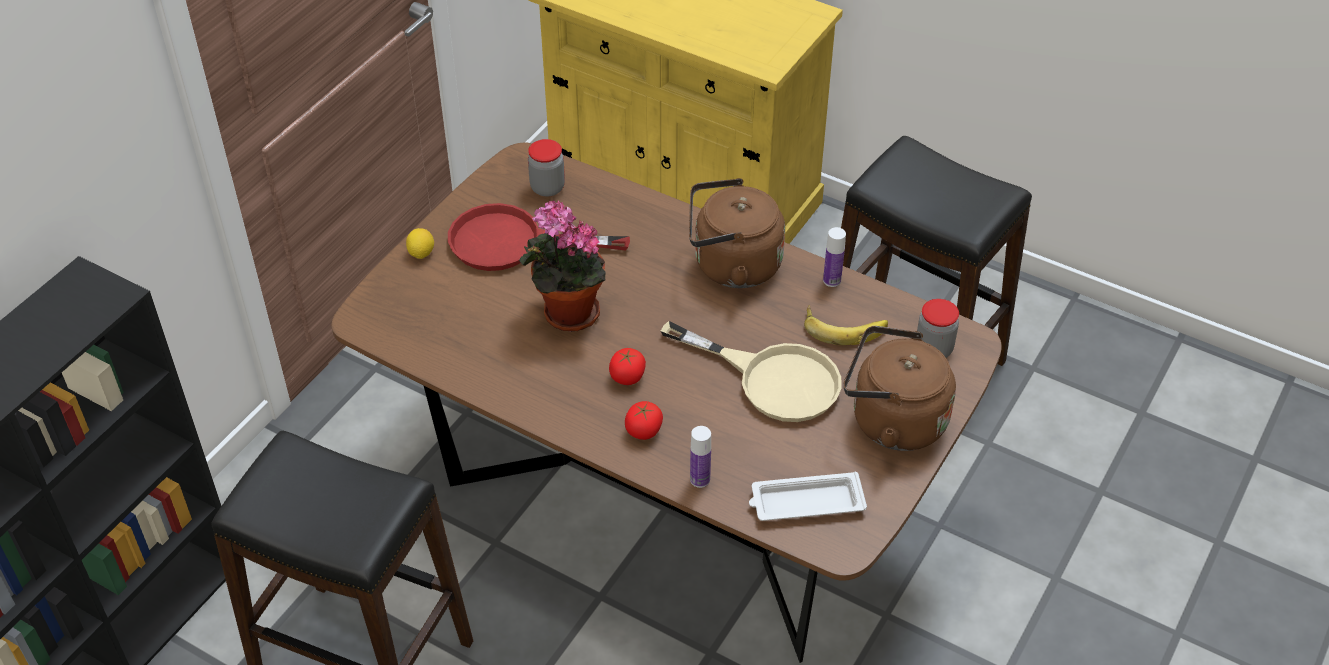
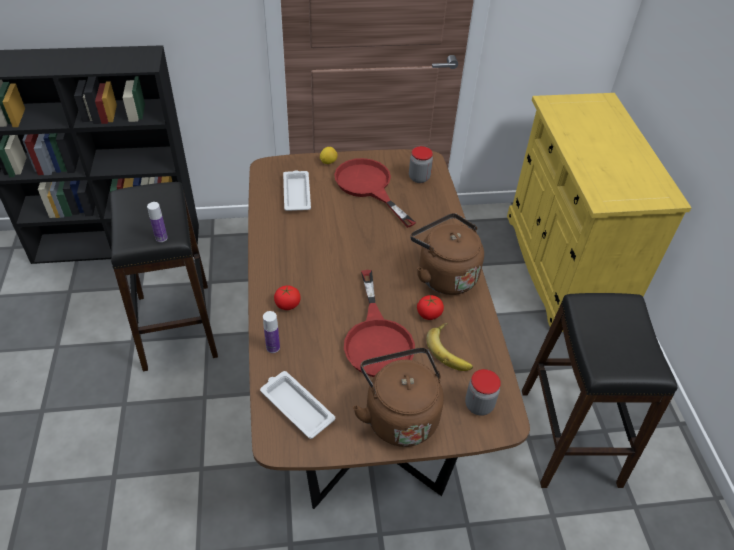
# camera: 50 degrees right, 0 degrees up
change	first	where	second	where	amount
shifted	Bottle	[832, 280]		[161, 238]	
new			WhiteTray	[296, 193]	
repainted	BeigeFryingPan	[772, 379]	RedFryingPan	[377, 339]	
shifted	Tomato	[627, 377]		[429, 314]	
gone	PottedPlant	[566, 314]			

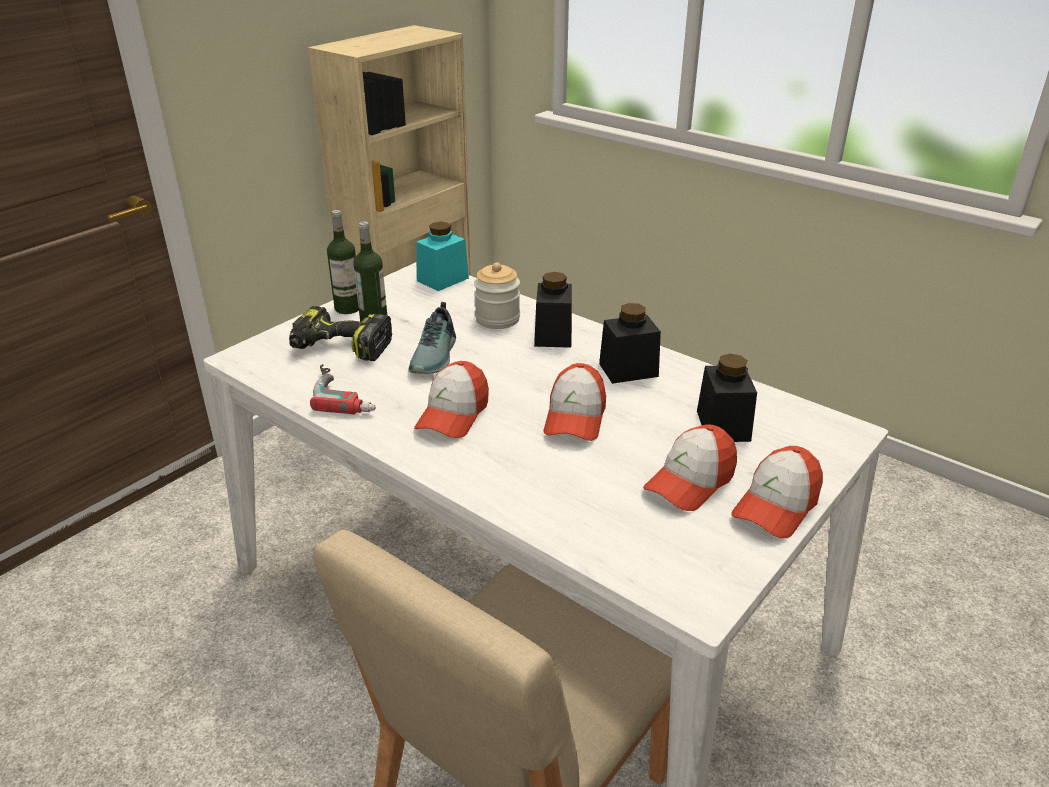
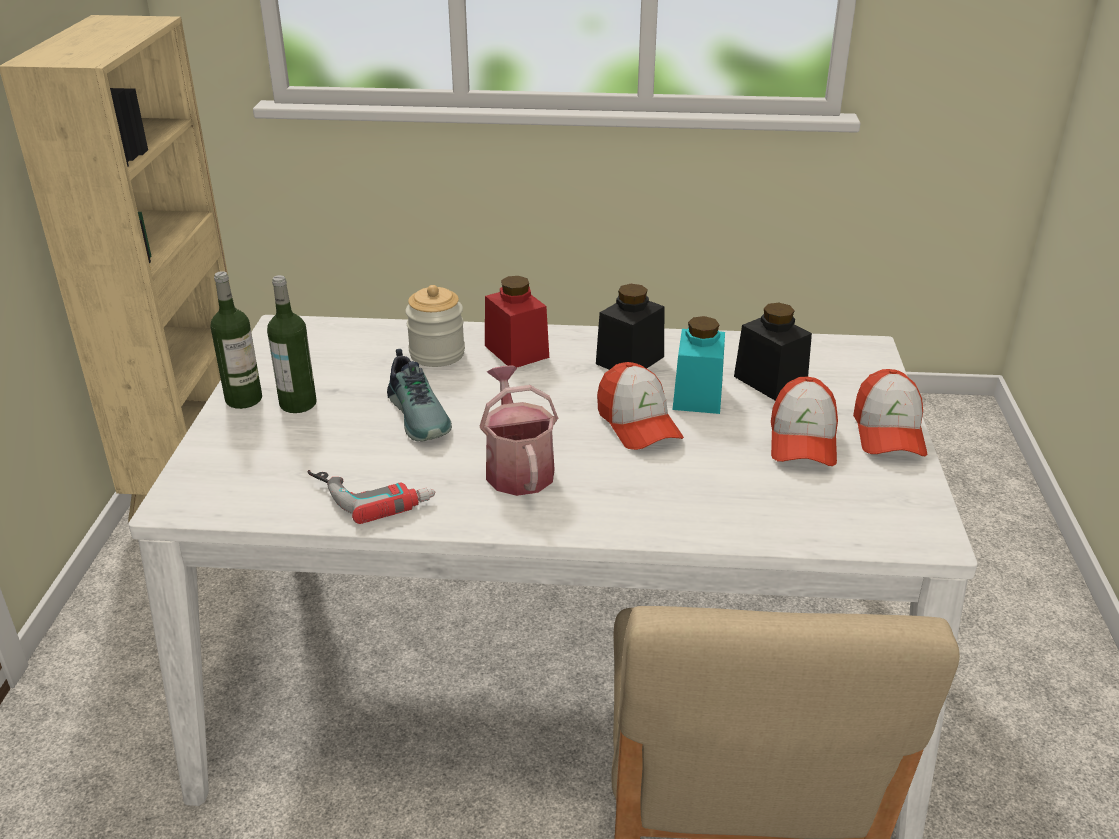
# camera: 35 degrees left, 0 degrees up
change	first	where	second	where	amount
swapped	Cap	[453, 414]	WateringCan	[517, 467]	
repainted	BlackJar	[553, 335]	RedJar	[516, 351]	
shifted	TurquoiseJar	[443, 279]		[697, 396]	
gone	PowerDrill	[339, 348]			

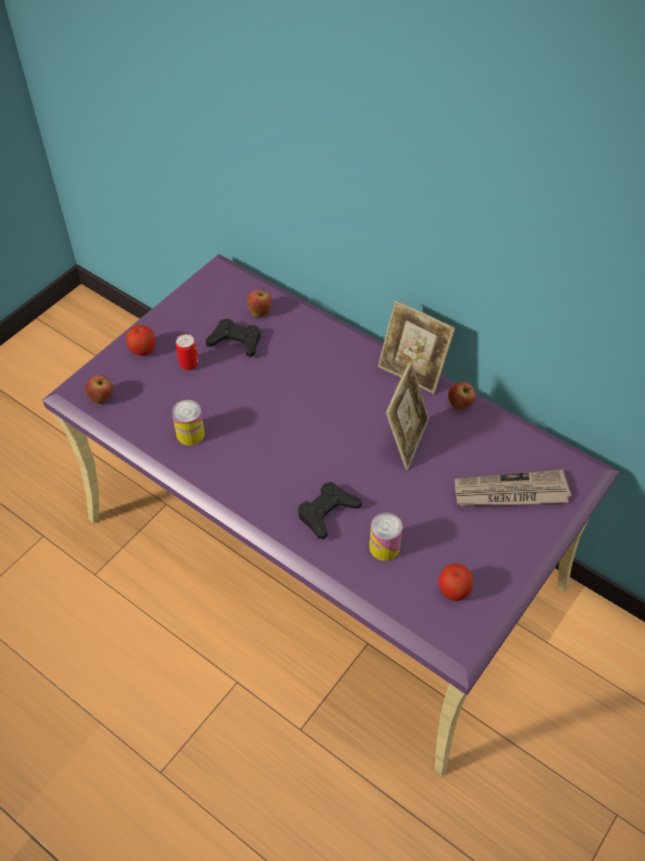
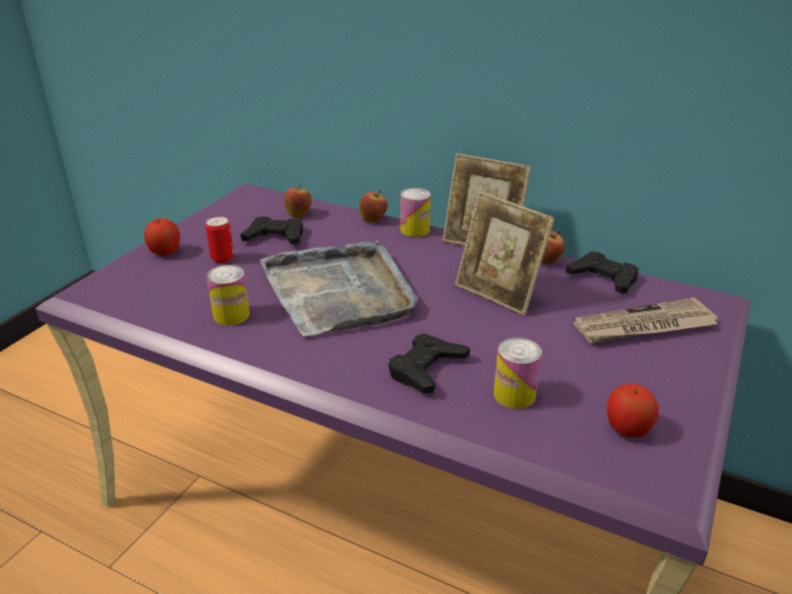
# camera: 10 degrees left, 20 degrees down
change	first	where	second	where	amount
new			GreyTray	[340, 291]	
shifted	Apple	[102, 398]		[373, 220]	
new			Can	[415, 230]	
rotated	PictureFrame	[405, 439]		[498, 294]	120 degrees clockwise
new			BlackGameController	[603, 278]	

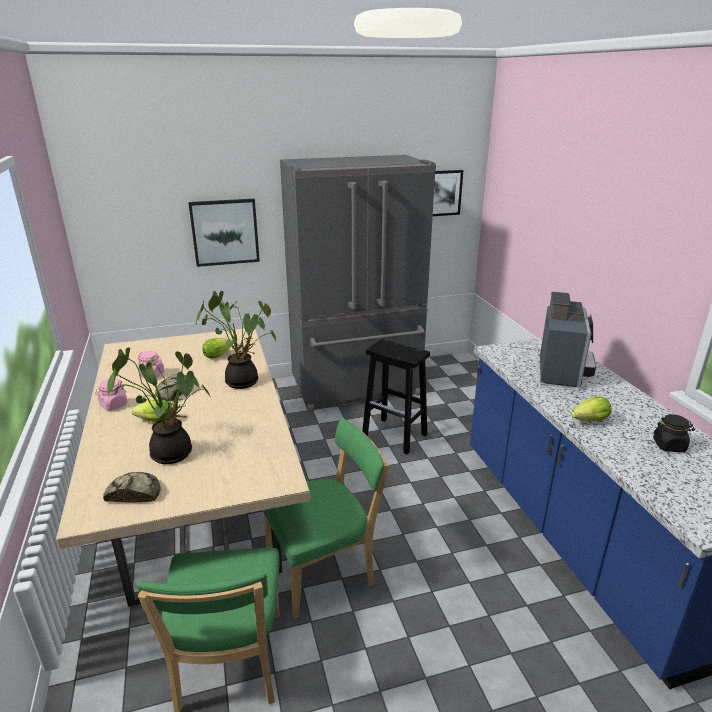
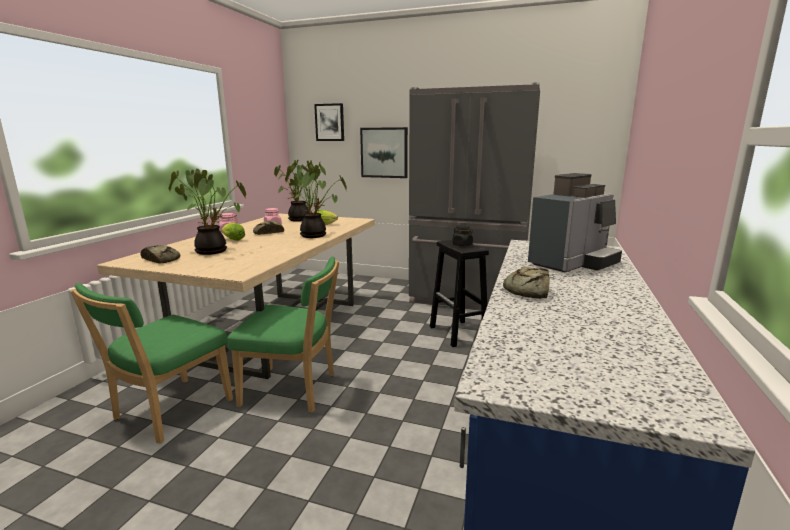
# camera: 35 degrees right, 10 degrees down
change	first	where	second	where	amount
new			PottedPlant	[300, 220]	
shifted	Picture	[443, 193]		[329, 122]	
shifted	BlackJar	[669, 445]		[462, 245]	
swapped	Lettuce	[588, 421]	Bread	[527, 291]	

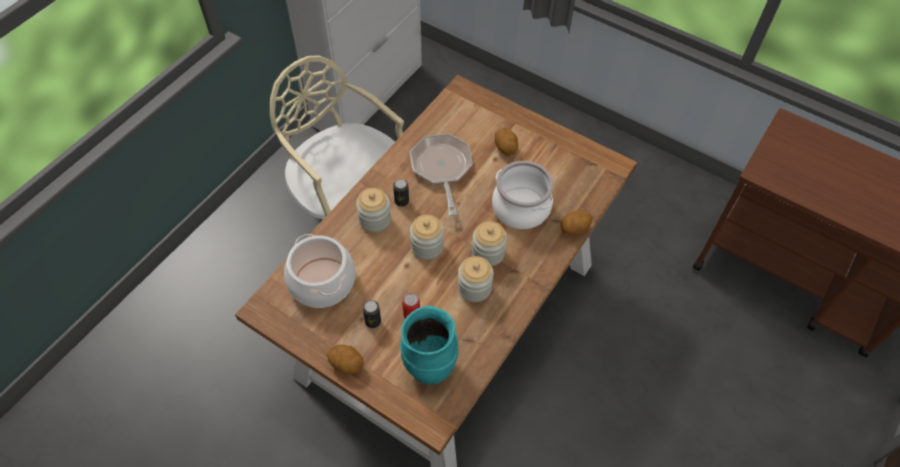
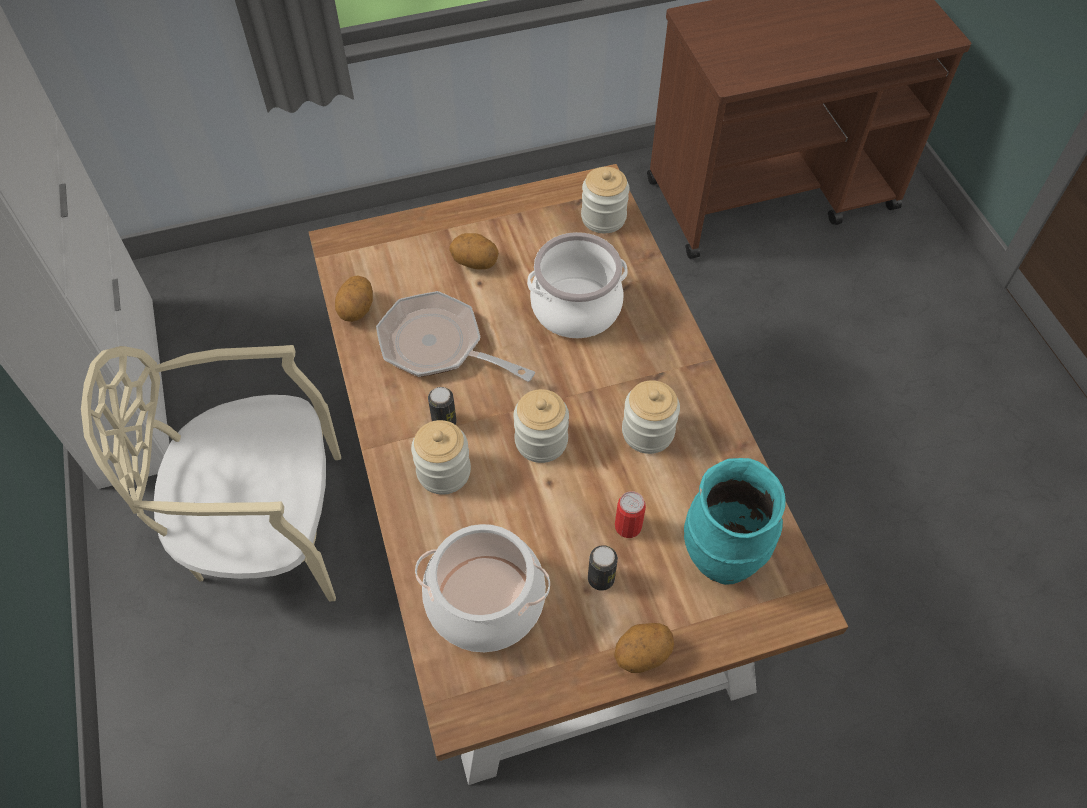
# camera: 50 degrees left, 0 degrees up
change	first	where	second	where	amount
shifted	Potato	[574, 229]		[357, 310]	
shifted	Jar	[488, 253]		[603, 217]	

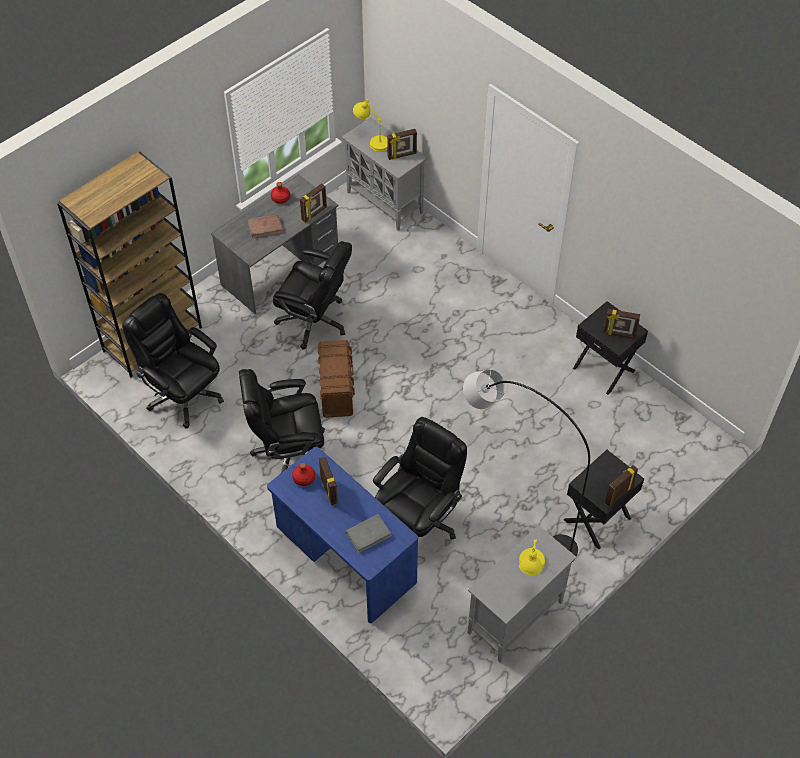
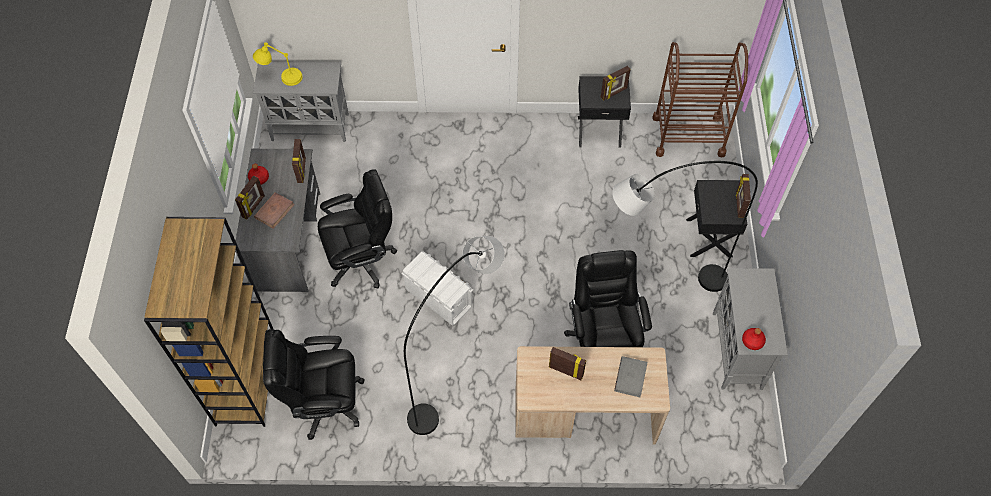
# camera: 45 degrees left, 5 degrees up
change	first	where	second	where	amount
shifted	PictureFrame	[402, 155]		[254, 207]	
repainted	BrownStorageBox	[336, 390]	WhiteStorageBox	[438, 298]	
swapped	BlackOfficeChair	[289, 452]	BlackFloorLamp	[457, 374]	
repainted	BlueDesk	[344, 556]	BeigeDesk	[585, 414]	
new			BrownCart	[688, 136]	
shifted	RedBottle	[304, 478]		[752, 341]	
gone	YellowTableLamp	[530, 572]			

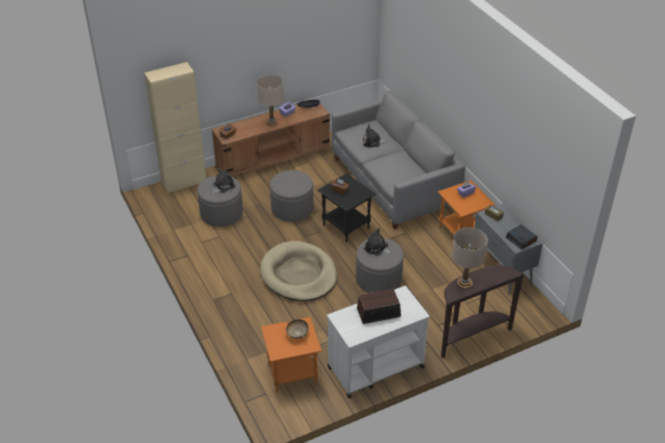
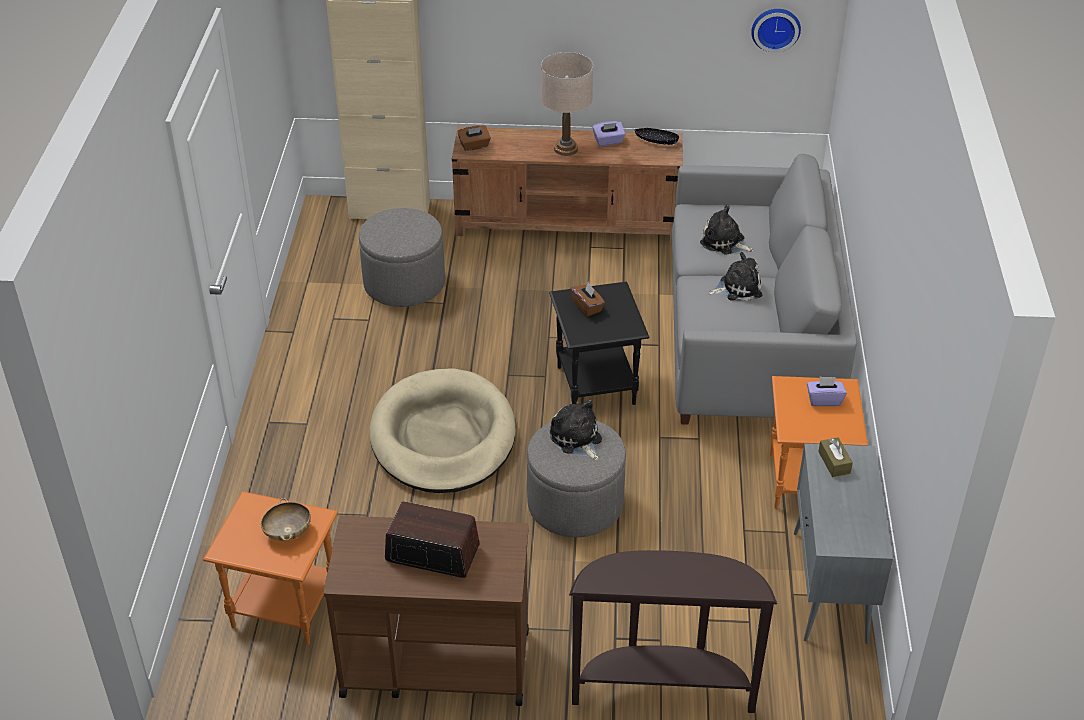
# camera: 30 degrees right, 0 degrees up
change	first	where	second	where	amount
repainted	WhiteCart	[375, 367]	BrownCart	[434, 663]	
shifted	PlushToy	[222, 186]		[737, 288]	
new			WallClock	[775, 28]	
gone	GreyOttoman	[292, 209]			
gone	BeigeTableLamp	[464, 283]			
gone	AlarmClock	[521, 239]			

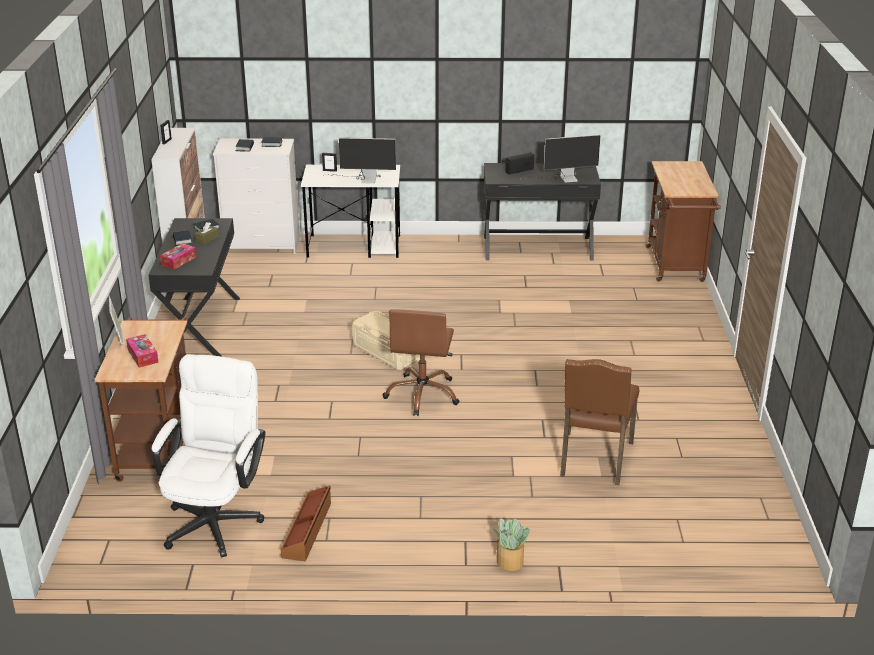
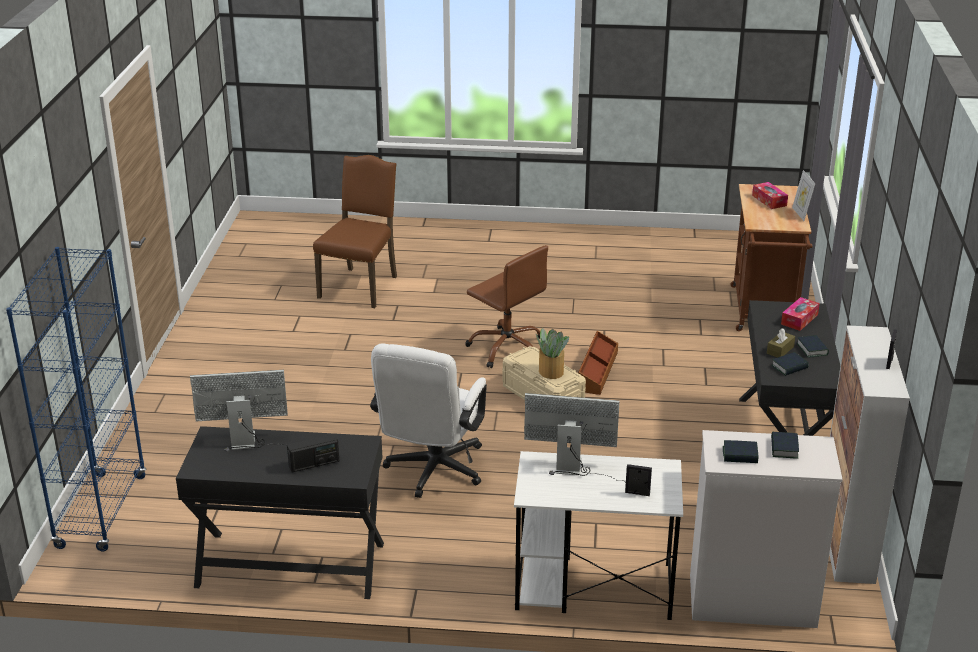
# camera: 175 degrees left, 0 degrees up
change	first	where	second	where	amount
swapped	BrownCart	[676, 267]	BlueBookcase	[101, 512]	
shifted	WhiteOfficeChair	[216, 517]		[432, 473]	
rotated	BrownOfficeChair	[423, 394]		[507, 348]	120 degrees clockwise
shifted	PottedPlant	[510, 562]		[551, 371]	
shifted	BrownStorageBox	[308, 530]		[597, 371]	

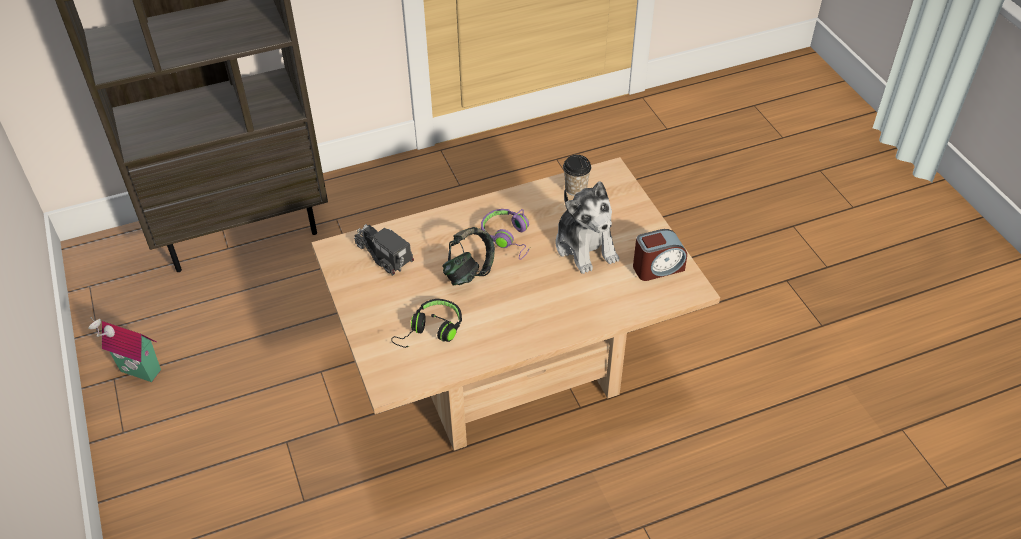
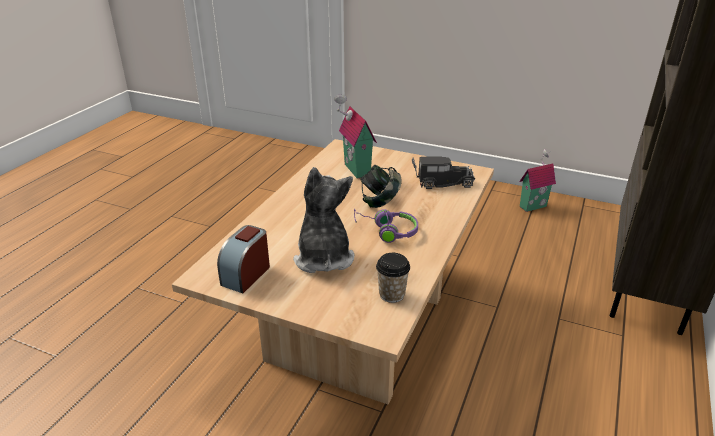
# camera: 135 degrees right, 15 degrees down
change	first	where	second	where	amount
rotated	PlushToy	[585, 246]		[323, 257]	60 degrees clockwise
swapped	BlackHeadphones	[431, 331]	ToyHouse	[354, 170]	

